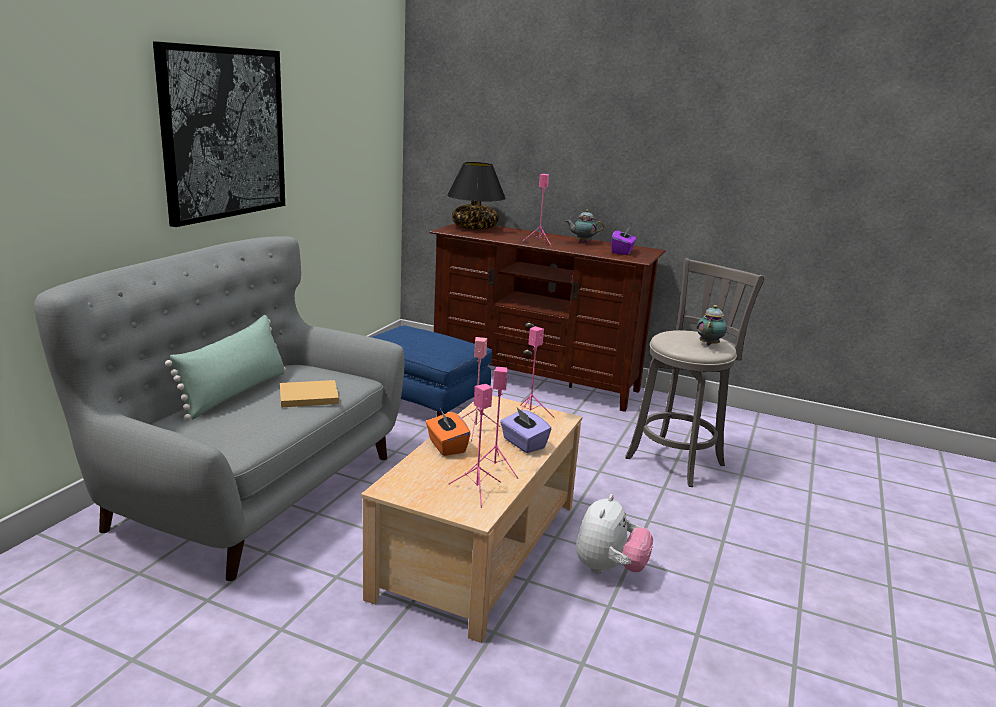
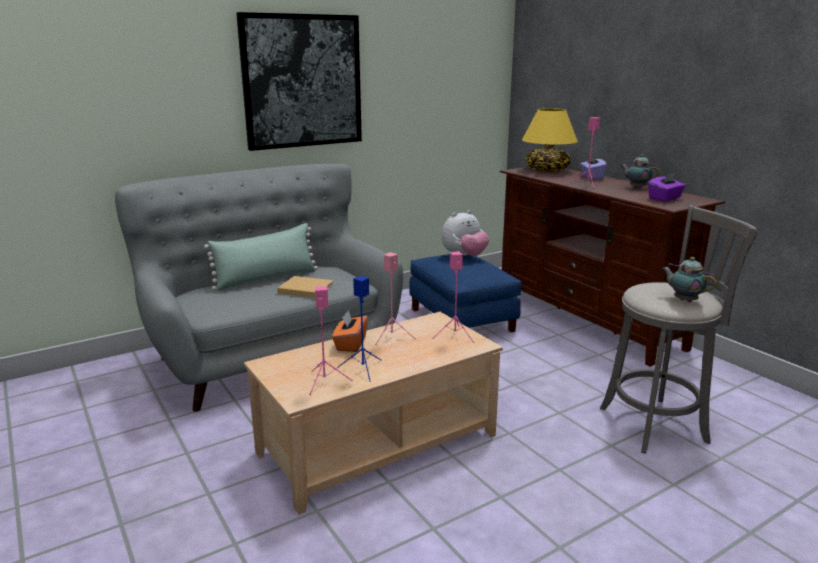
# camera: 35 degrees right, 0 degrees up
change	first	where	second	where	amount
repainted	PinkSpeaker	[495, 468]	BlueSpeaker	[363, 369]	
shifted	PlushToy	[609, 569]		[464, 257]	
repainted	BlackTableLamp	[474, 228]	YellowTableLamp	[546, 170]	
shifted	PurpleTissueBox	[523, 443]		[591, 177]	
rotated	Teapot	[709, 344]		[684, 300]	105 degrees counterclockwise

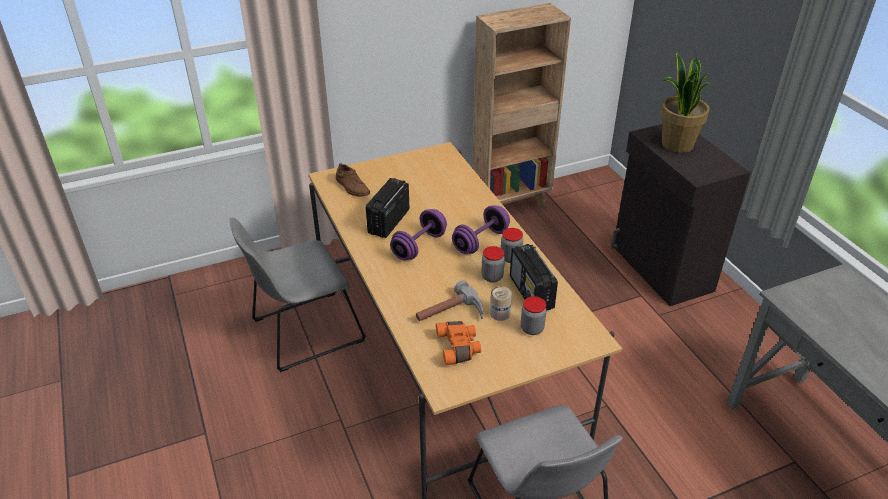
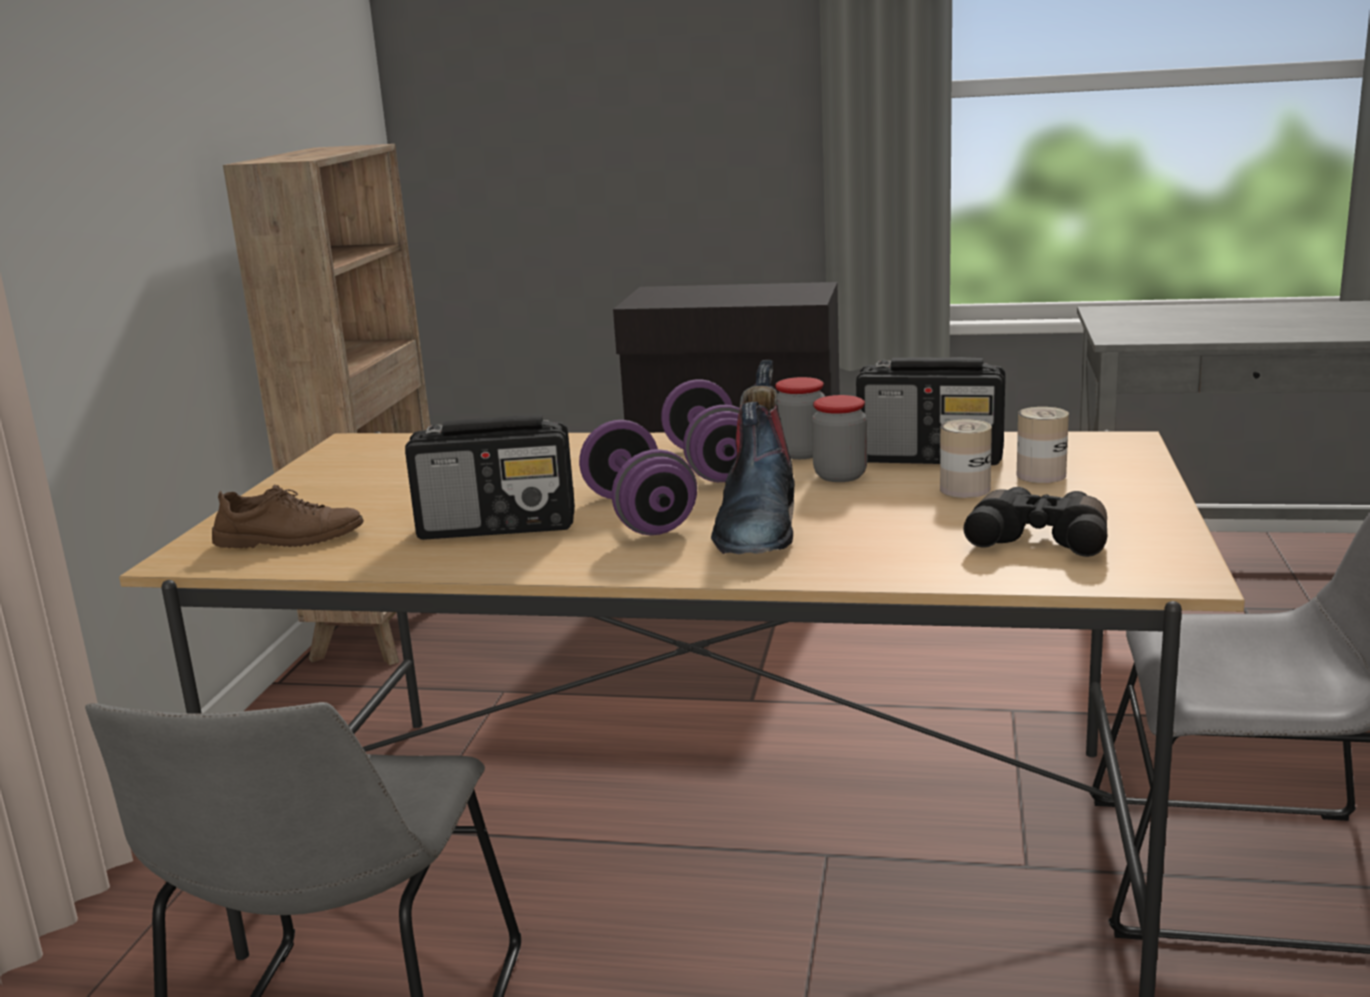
# camera: 55 degrees left, 20 degrees down
change	first	where	second	where	amount
rotated	Radio	[388, 222]		[498, 527]	60 degrees counterclockwise
new			Boot	[757, 524]	
repainted	OrangeBinoculars	[459, 347]	BlackBinoculars	[1040, 539]	
swapped	Jar	[532, 328]	Can	[1041, 475]	
gone	Hammer	[451, 315]			
gone	PottedPlant	[676, 144]			

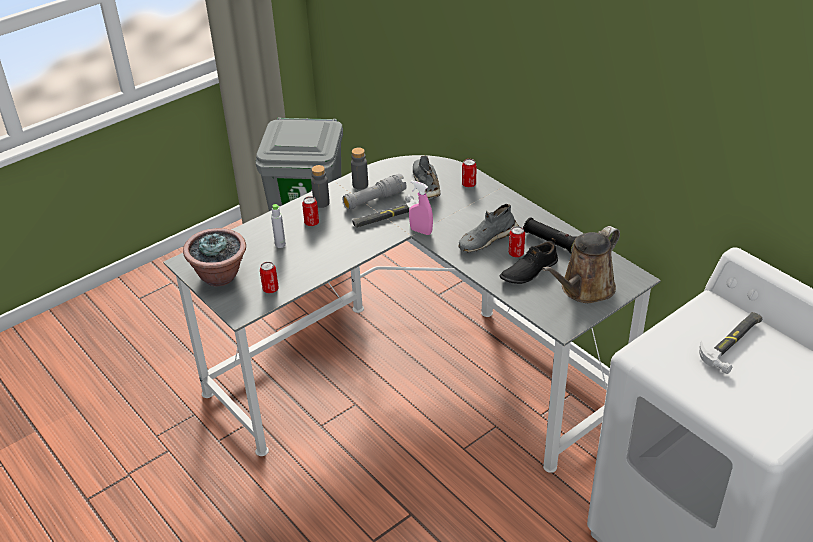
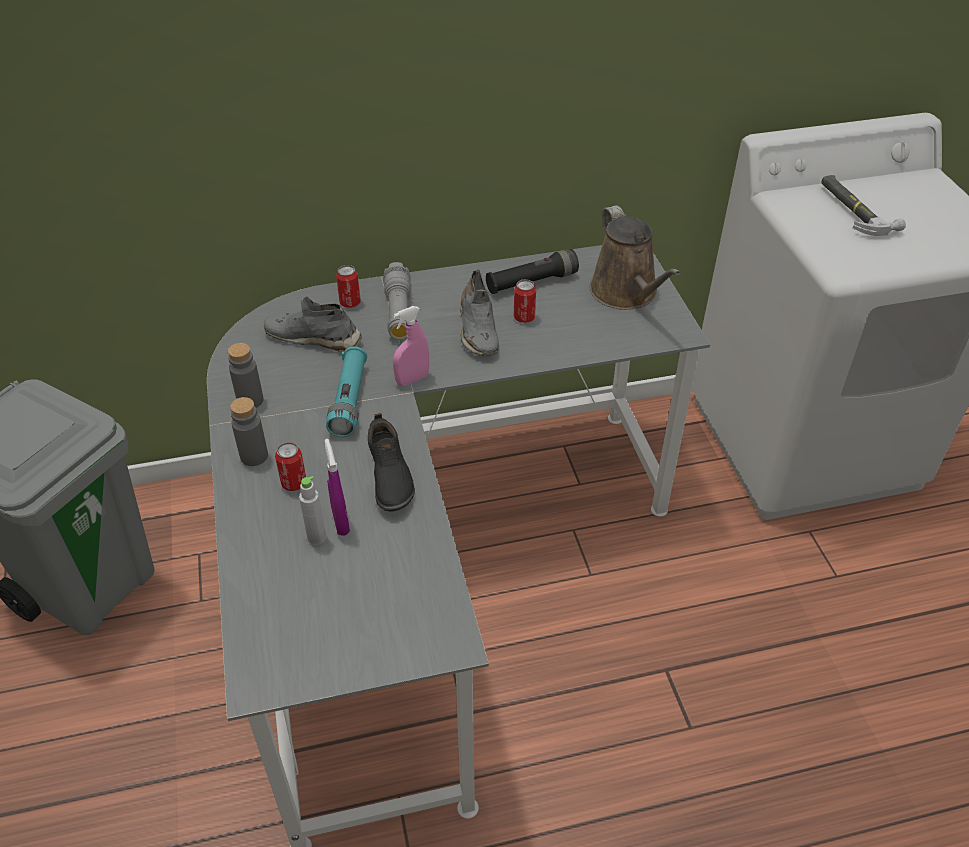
# camera: 65 degrees left, 5 degrees up
change	first	where	second	where	amount
new			PurpleSprayBottle	[341, 522]	
swapped	Hammer	[386, 216]	TurquoiseFlashlight	[349, 400]	
shifted	BlackShoe	[528, 271]		[389, 476]	
shifted	GreyFlashlight	[374, 199]		[399, 311]	
gone	PottedPlant	[220, 276]			
gone	Can	[270, 289]			

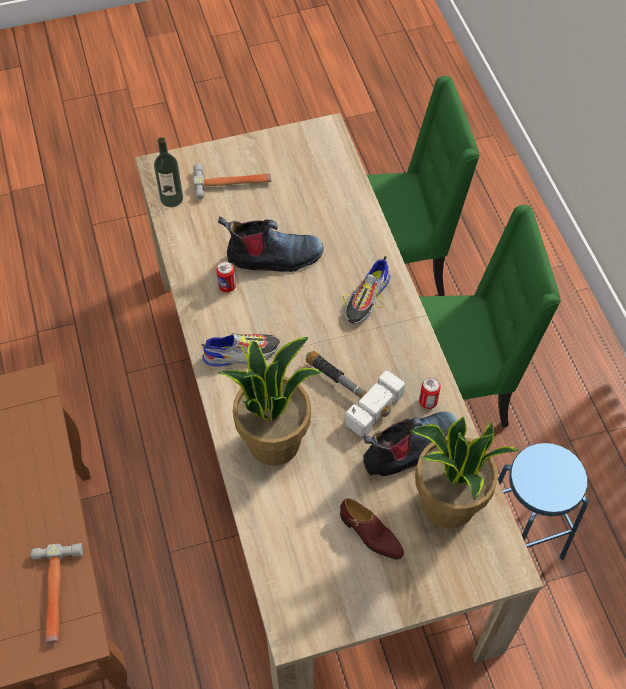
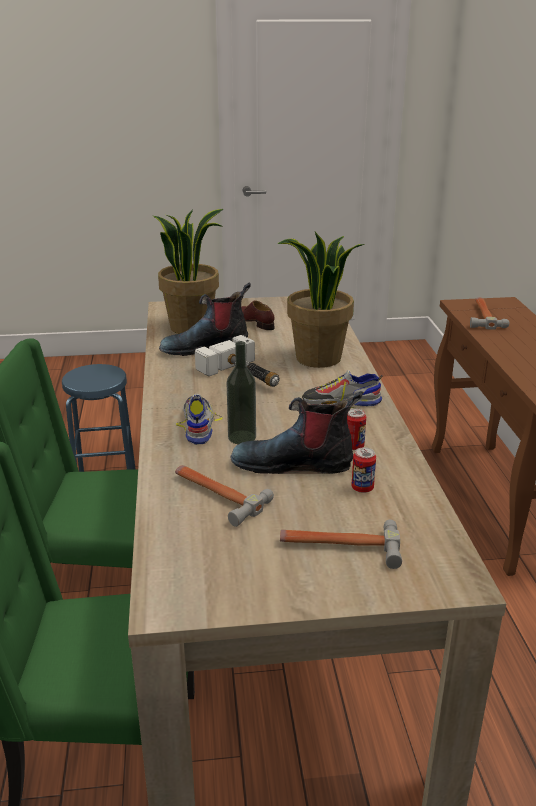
# camera: 170 degrees left, 30 degrees down
change	first	where	second	where	amount
new			Hammer	[217, 495]	
rotated	Shoe	[367, 298]		[197, 424]	45 degrees counterclockwise
shifted	Bottle	[171, 198]		[242, 437]	
shifted	Can	[428, 401]		[362, 488]	

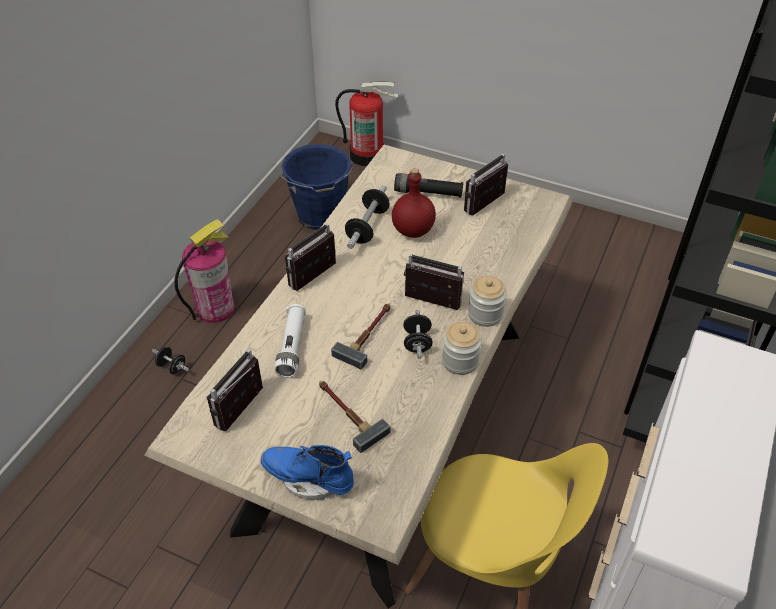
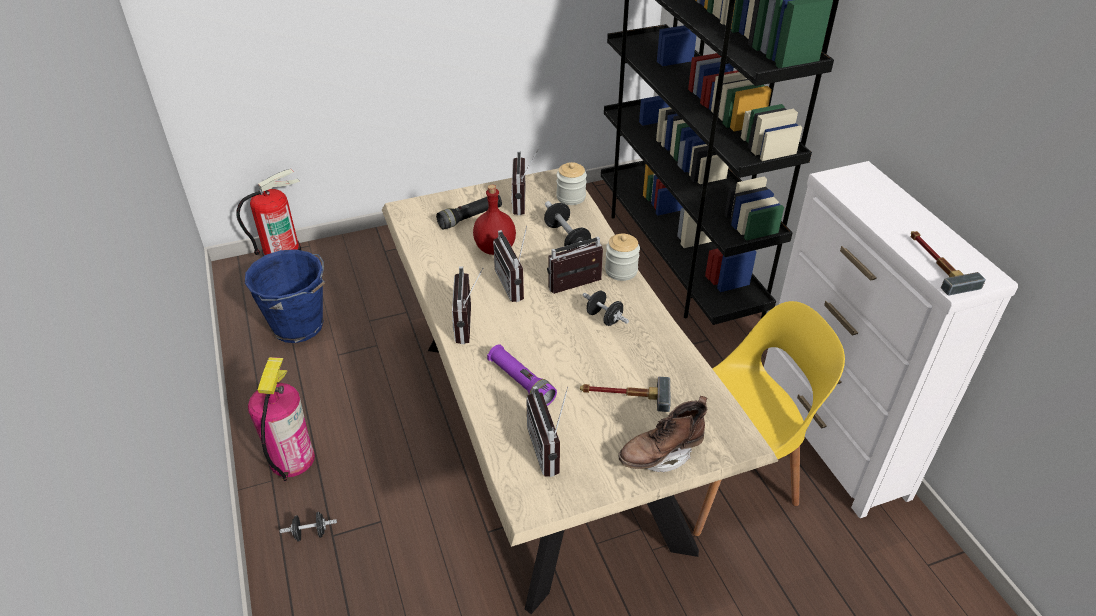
# camera: 45 degrees left, 5 degrees down
change	first	where	second	where	amount
repainted	WhiteFlashlight	[292, 347]	PurpleFlashlight	[521, 382]	
new			Radio	[516, 284]	
shifted	Dumbbell	[367, 226]		[567, 239]	
shifted	Jar	[460, 361]		[571, 197]	
repainted	BlueBoot	[309, 479]	BrownBoot	[660, 455]	
shifted	Hammer	[368, 335]		[936, 263]	

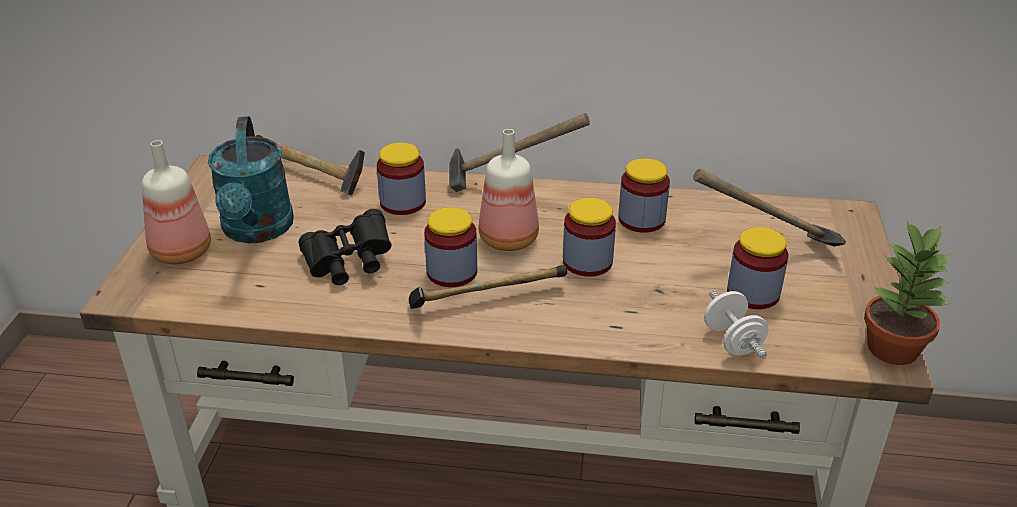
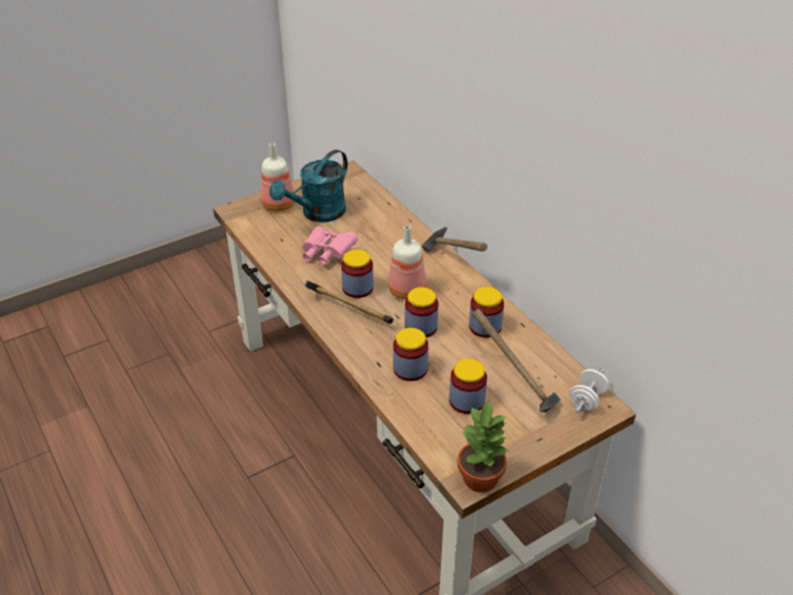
# camera: 50 degrees right, 5 degrees up
change	first	where	second	where	amount
repainted	BlackBinoculars	[348, 263]	PinkBinoculars	[326, 254]	
shifted	Jar	[403, 202]		[410, 369]	
shifted	WhiteDumbbell	[732, 341]		[587, 400]	
gone	Hammer	[309, 174]			

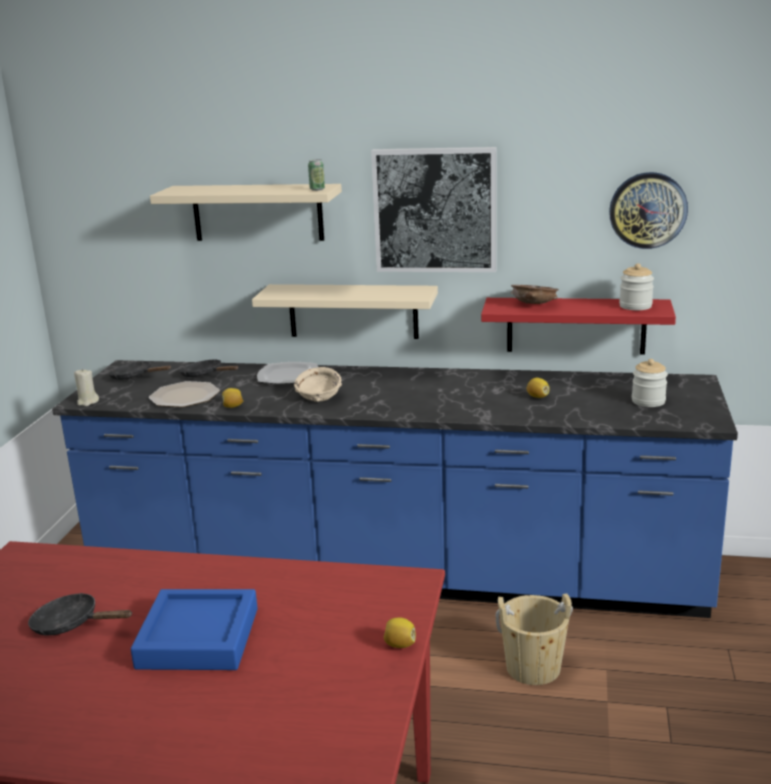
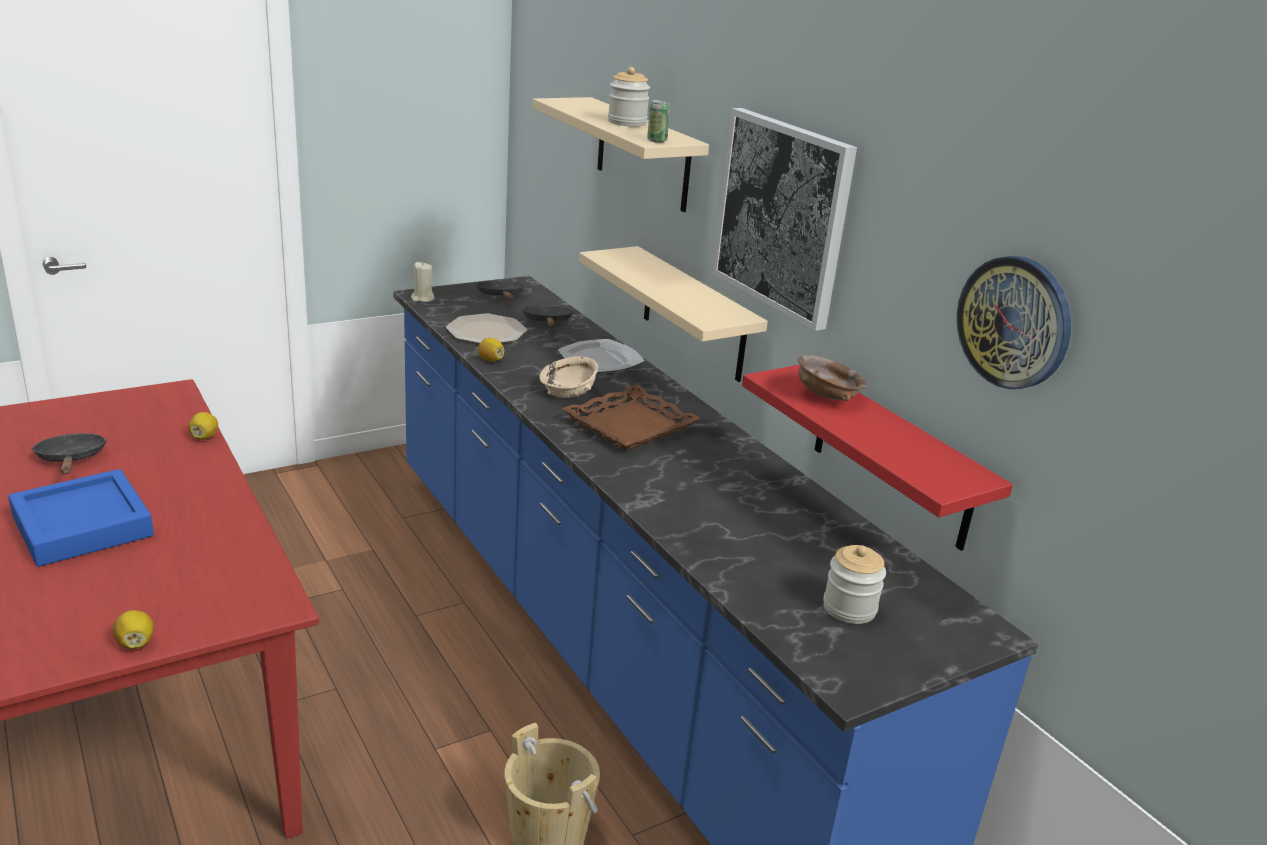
# camera: 45 degrees right, 5 degrees up
change	first	where	second	where	amount
shifted	Lemon	[537, 397]		[204, 437]	
new			BrownTray	[630, 426]	
shifted	Jar	[635, 306]		[627, 122]	

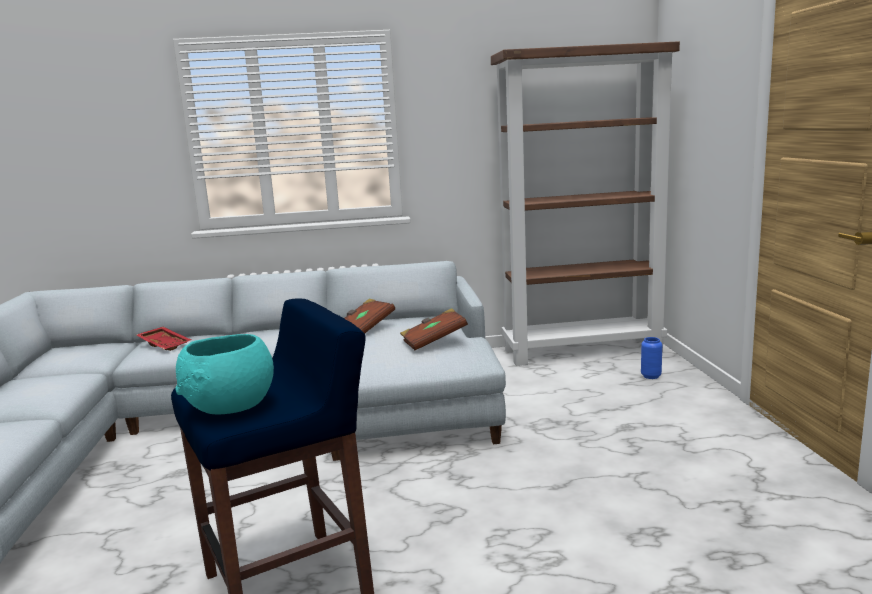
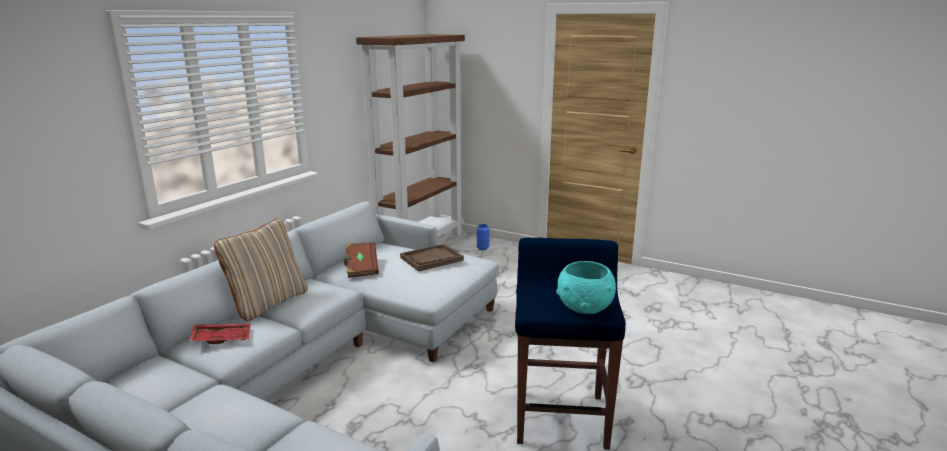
# camera: 55 degrees left, 5 degrees up
change	first	where	second	where	amount
new			BeigePillow	[268, 303]	
swapped	BrownBook	[434, 341]	BrownTray	[431, 259]	

